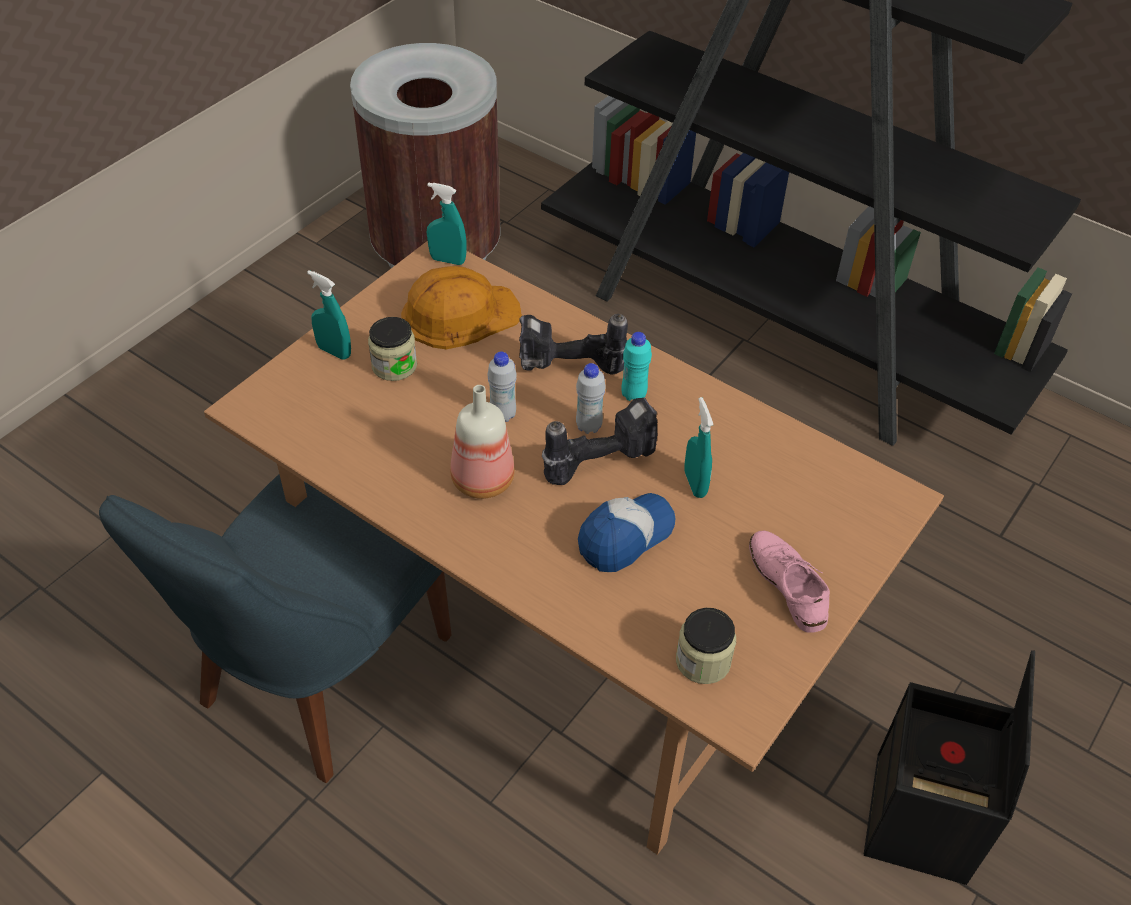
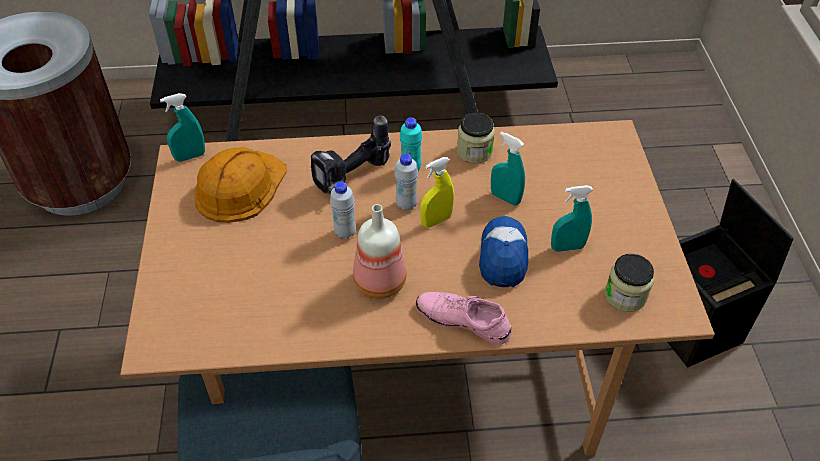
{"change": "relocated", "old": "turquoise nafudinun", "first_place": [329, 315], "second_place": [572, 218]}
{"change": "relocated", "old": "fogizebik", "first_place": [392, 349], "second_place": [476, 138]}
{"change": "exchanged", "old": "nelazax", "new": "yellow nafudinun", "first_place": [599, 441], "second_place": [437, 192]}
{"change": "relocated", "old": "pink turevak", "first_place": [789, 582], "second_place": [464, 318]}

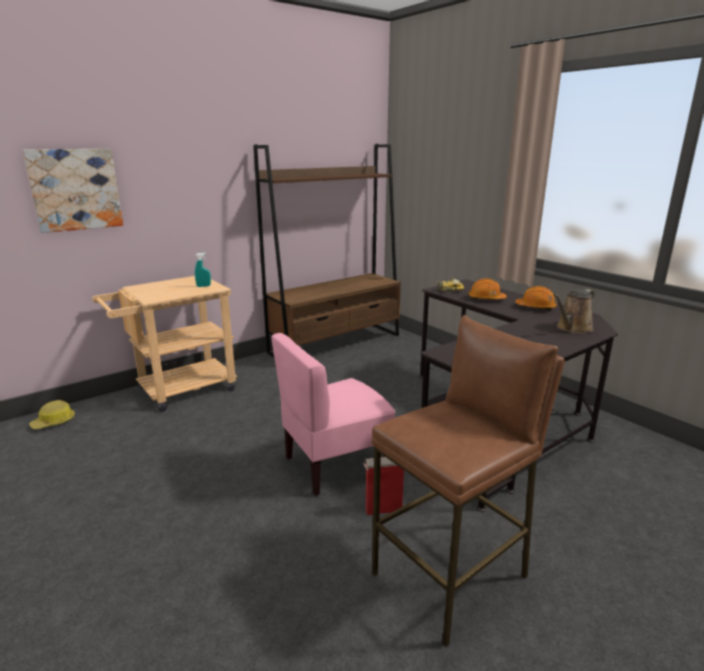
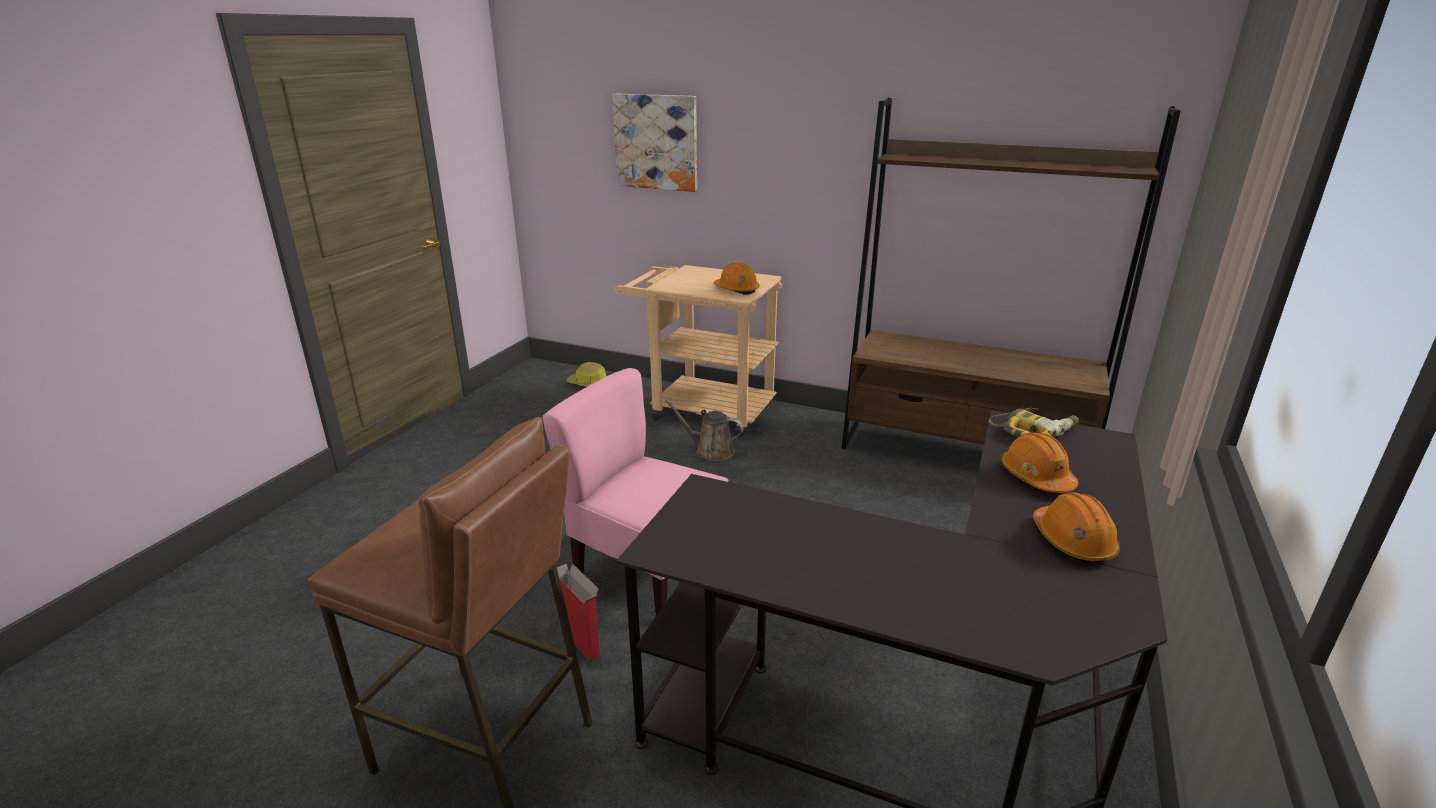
{"change": "exchanged", "old": "turquoise nafudinun", "new": "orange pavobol", "first_place": [203, 270], "second_place": [736, 279]}
{"change": "relocated", "old": "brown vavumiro", "first_place": [574, 311], "second_place": [704, 430]}

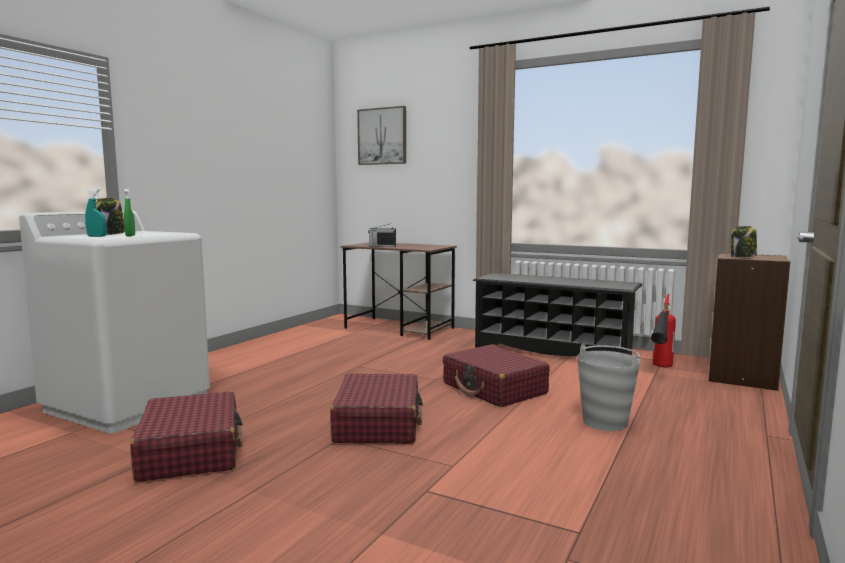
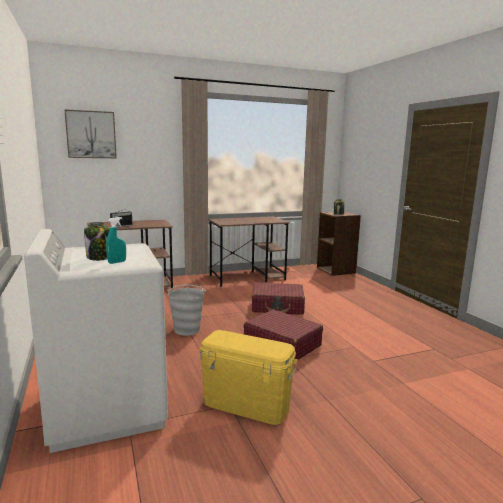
{"change": "missing", "old": "green nafudinun", "first_place": [129, 213]}
{"change": "exchanged", "old": "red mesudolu", "new": "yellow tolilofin", "first_place": [186, 436], "second_place": [248, 377]}
{"change": "exchanged", "old": "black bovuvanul", "new": "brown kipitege", "first_place": [557, 314], "second_place": [249, 251]}
{"change": "relocated", "old": "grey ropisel", "first_place": [609, 387], "second_place": [186, 310]}
{"change": "missing", "old": "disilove", "first_place": [663, 330]}

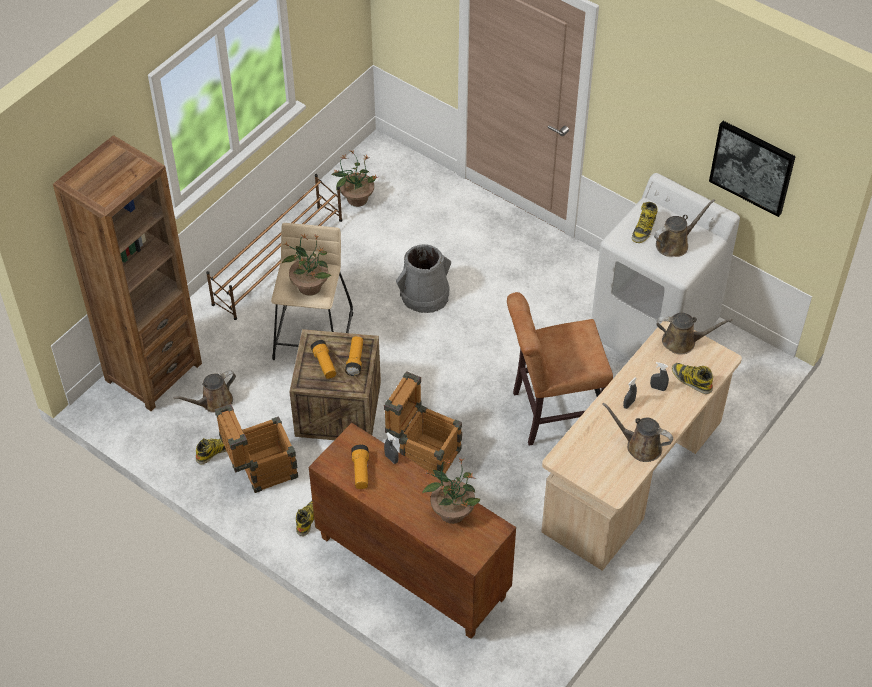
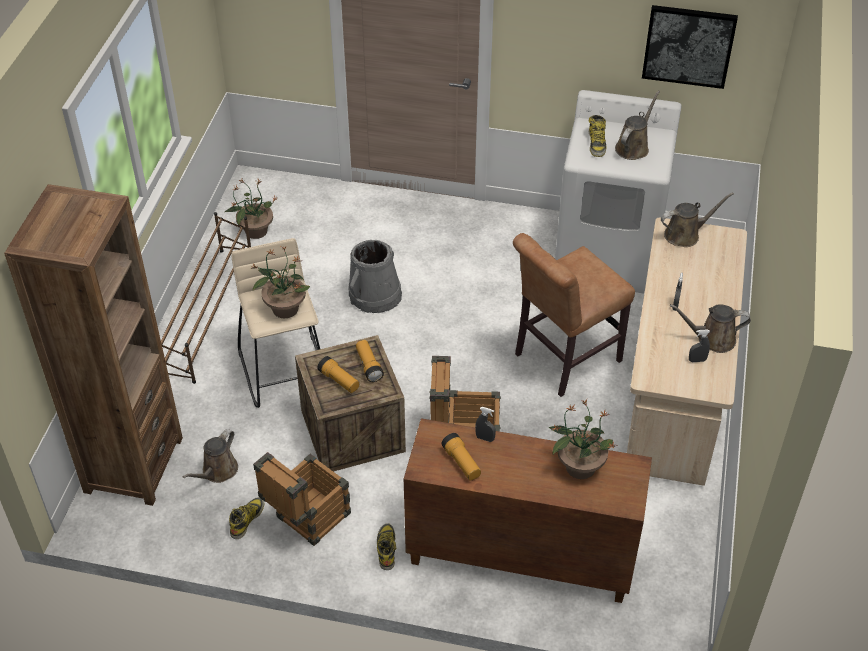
{"change": "relocated", "old": "grey nafudinun", "first_place": [659, 376], "second_place": [699, 346]}
{"change": "missing", "old": "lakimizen", "first_place": [692, 378]}

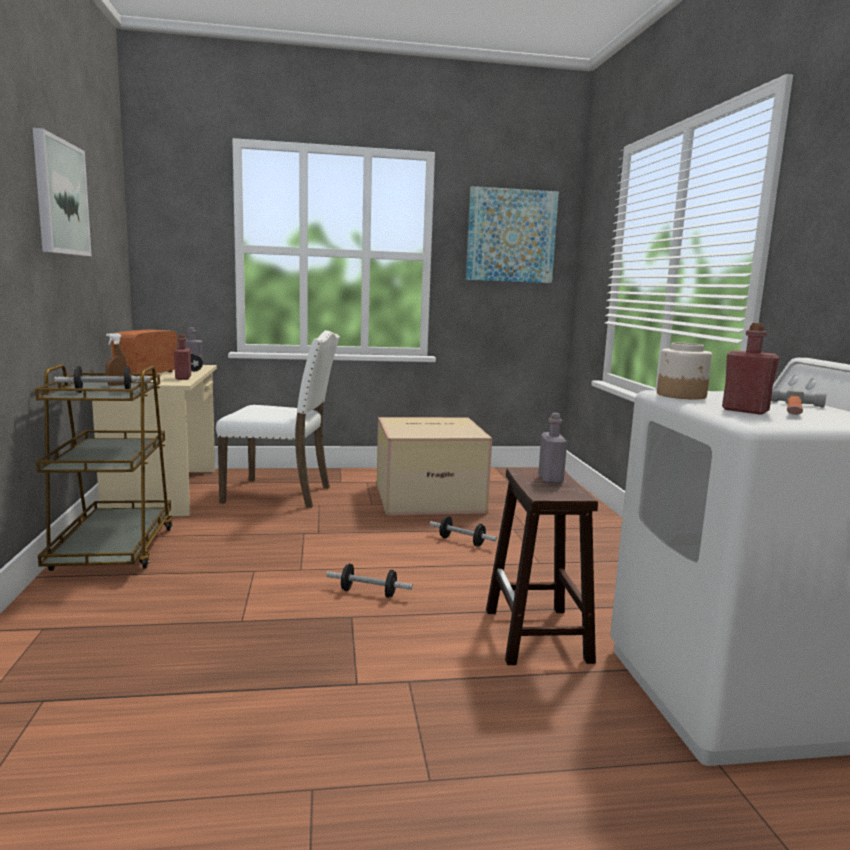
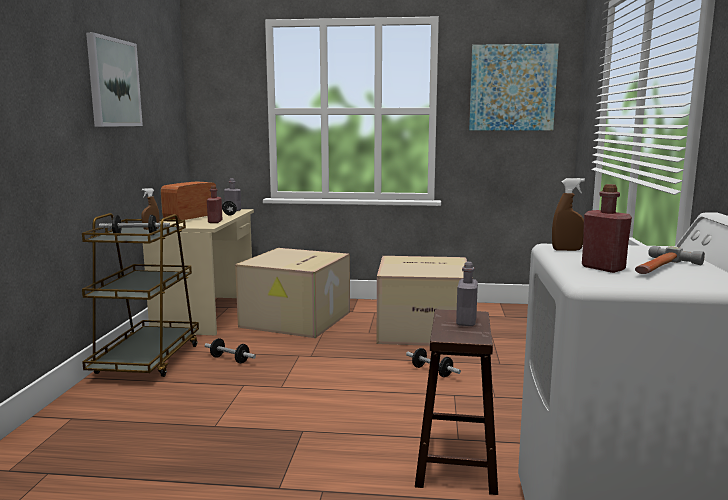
{"change": "exchanged", "old": "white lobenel", "new": "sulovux", "first_place": [278, 419], "second_place": [292, 293]}
{"change": "relocated", "old": "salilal", "first_place": [369, 581], "second_place": [230, 350]}
{"change": "exchanged", "old": "fogizebik", "new": "brown nafudinun", "first_place": [684, 371], "second_place": [568, 214]}

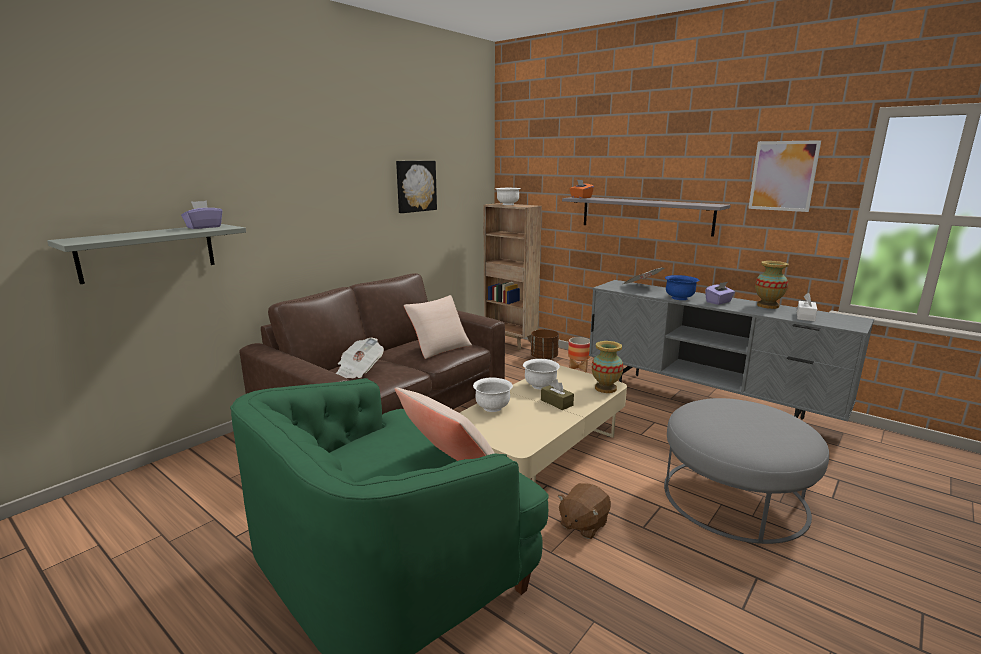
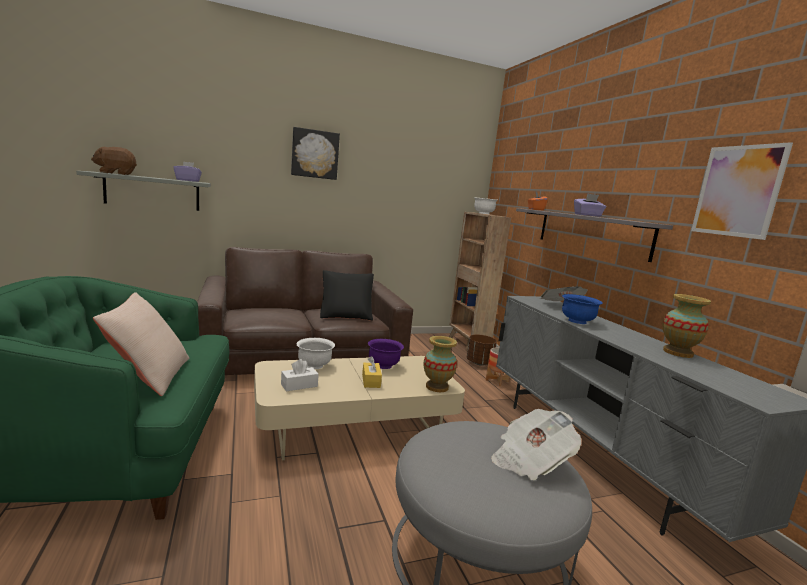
{"change": "relocated", "old": "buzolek", "first_place": [360, 358], "second_place": [536, 445]}
{"change": "relocated", "old": "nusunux", "first_place": [416, 187], "second_place": [315, 153]}
{"change": "colour", "old": "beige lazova", "new": "black lazova", "first_place": [438, 327], "second_place": [347, 295]}
{"change": "colour", "old": "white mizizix", "new": "purple mizizix", "first_place": [541, 374], "second_place": [386, 354]}
{"change": "colour", "old": "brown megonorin", "new": "yellow megonorin", "first_place": [557, 394], "second_place": [372, 372]}
{"change": "relocated", "old": "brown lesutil", "first_place": [584, 511], "second_place": [114, 161]}
{"change": "relocated", "old": "purple megonorin", "first_place": [720, 293], "second_place": [590, 205]}
{"change": "relocated", "old": "white megonorin", "first_place": [807, 307], "second_place": [300, 375]}

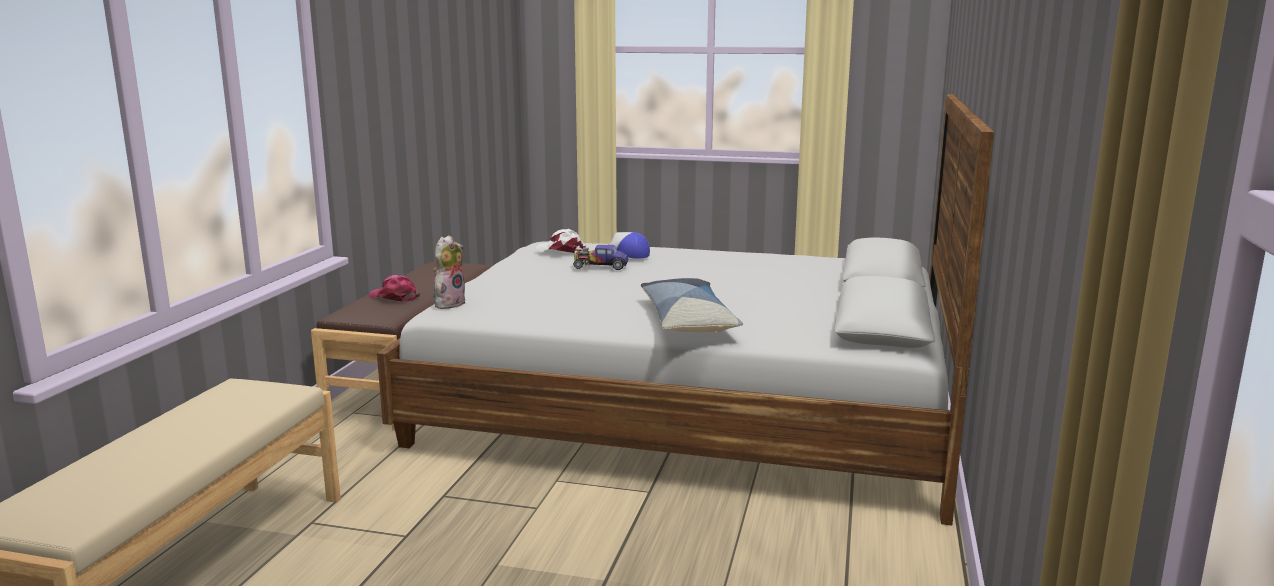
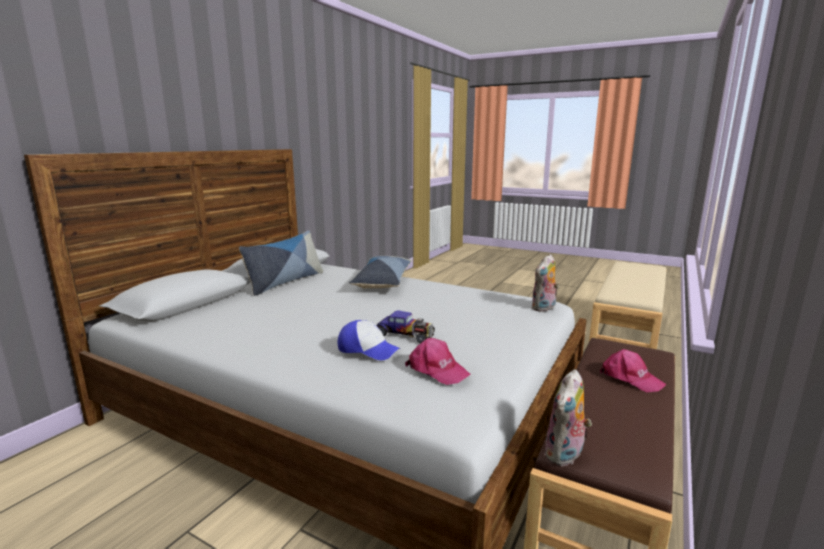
{"change": "colour", "old": "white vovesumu", "new": "pink vovesumu", "first_place": [561, 241], "second_place": [438, 361]}
{"change": "appeared", "new": "lazova", "second_place": [281, 263]}
{"change": "appeared", "new": "lesutil", "second_place": [568, 417]}

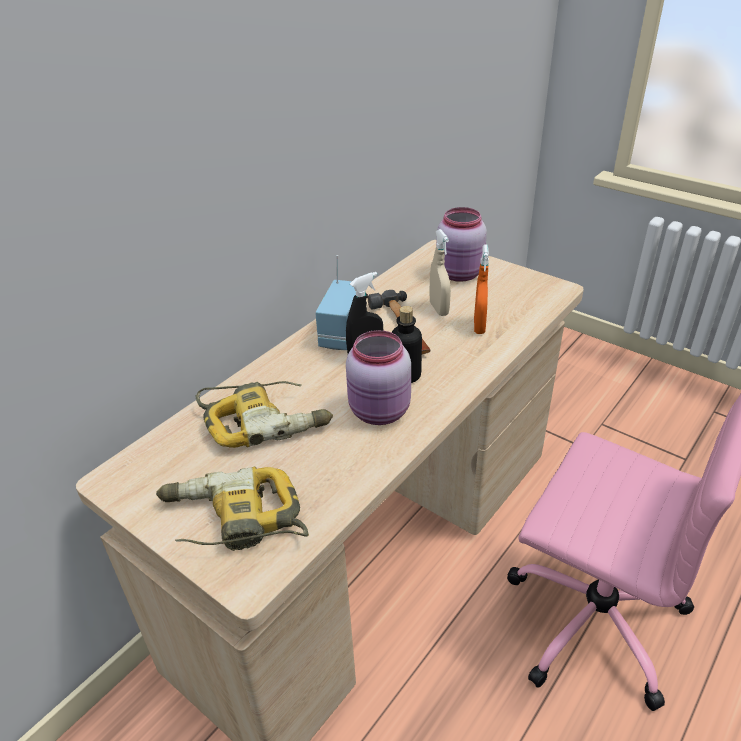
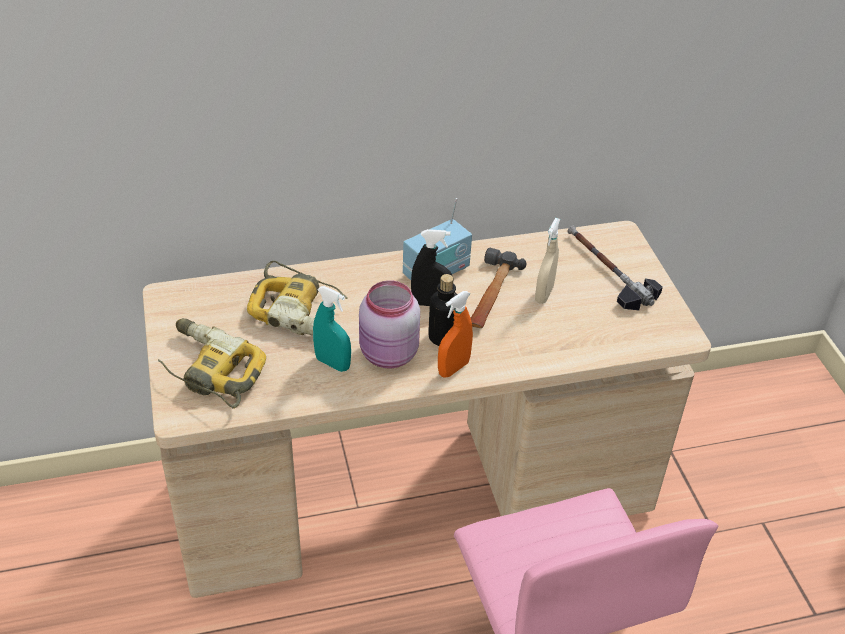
{"change": "exchanged", "old": "pink fogizebik", "new": "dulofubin", "first_place": [461, 244], "second_place": [615, 268]}
{"change": "relocated", "old": "orange nafudinun", "first_place": [481, 289], "second_place": [455, 334]}
{"change": "appeared", "new": "turquoise nafudinun", "second_place": [332, 329]}

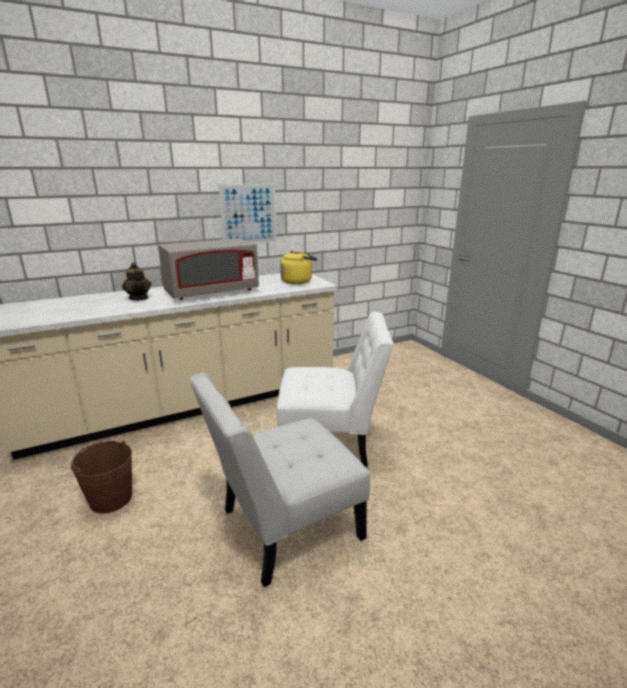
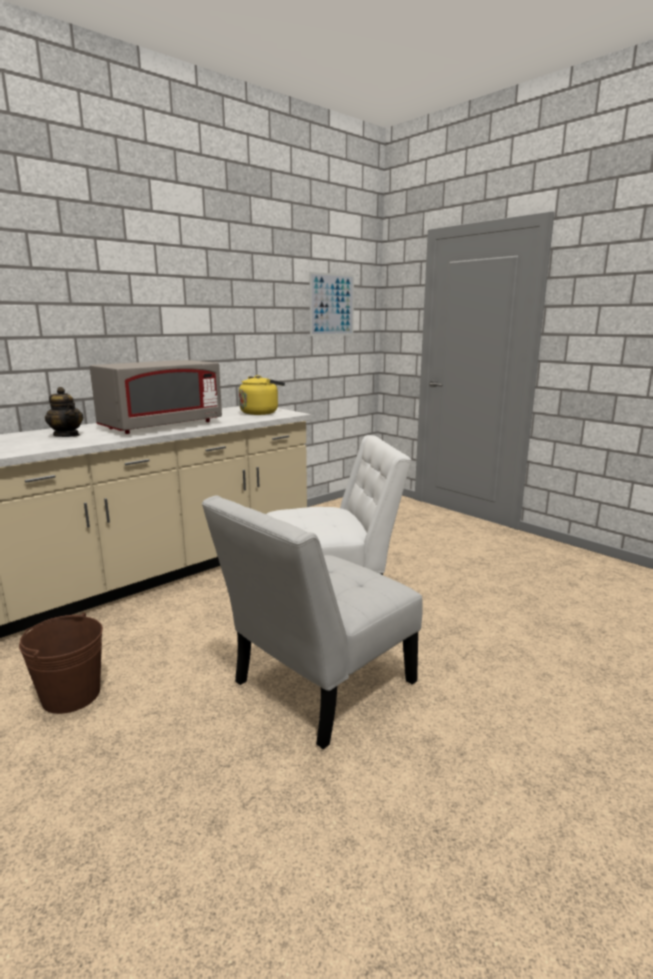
{"change": "relocated", "old": "nusunux", "first_place": [247, 214], "second_place": [331, 304]}

